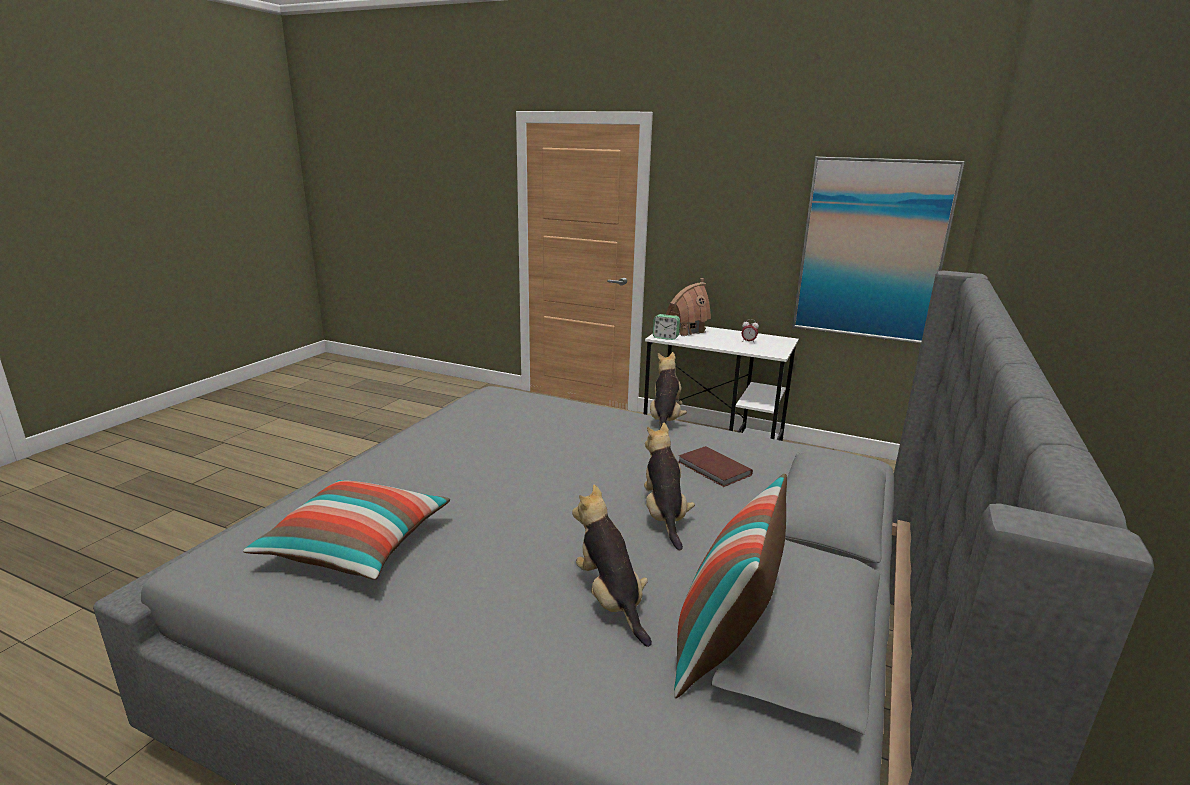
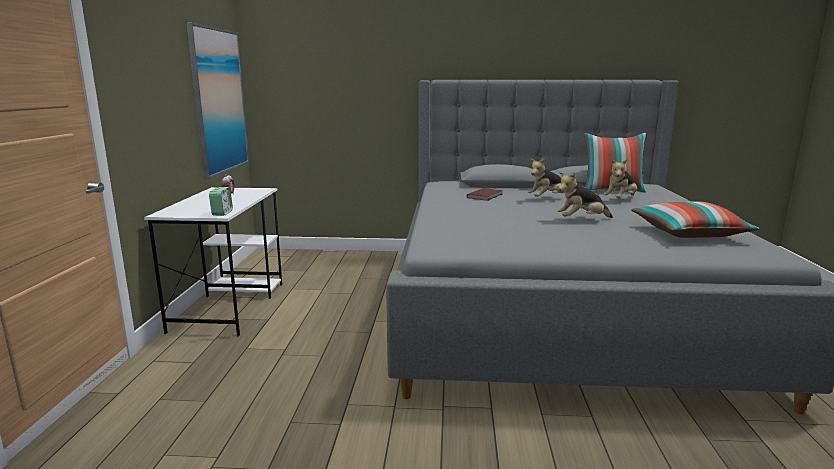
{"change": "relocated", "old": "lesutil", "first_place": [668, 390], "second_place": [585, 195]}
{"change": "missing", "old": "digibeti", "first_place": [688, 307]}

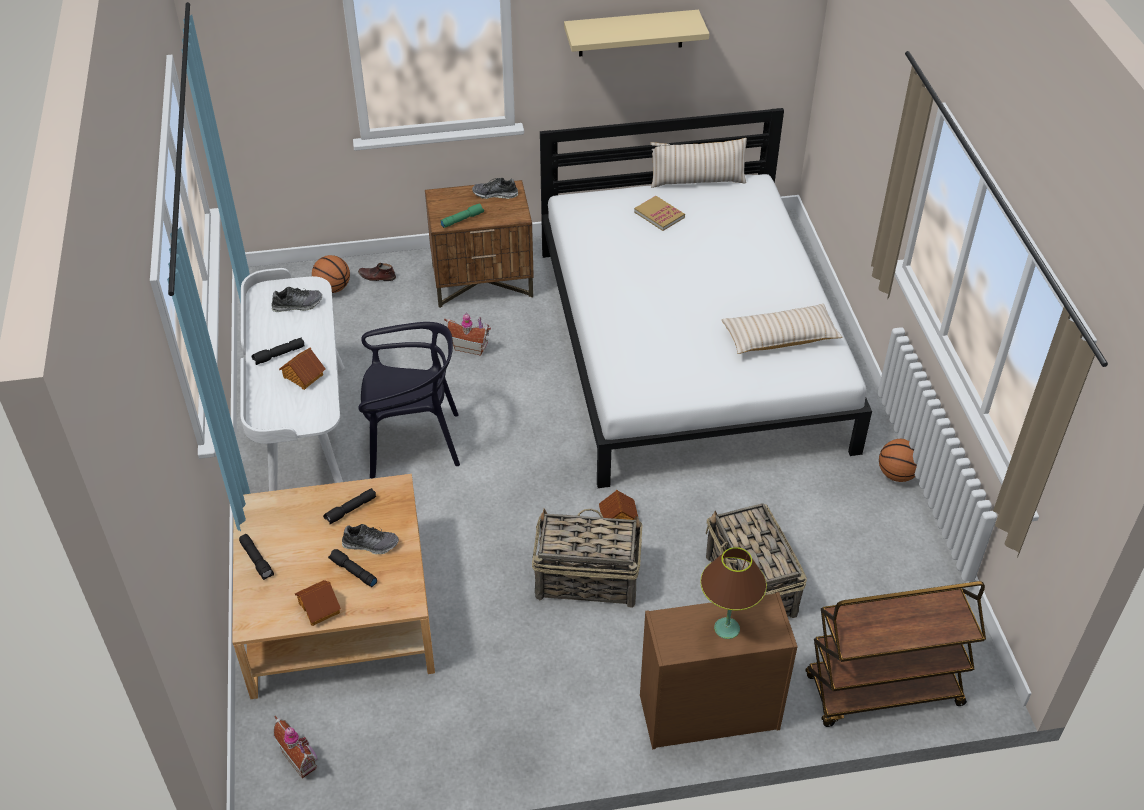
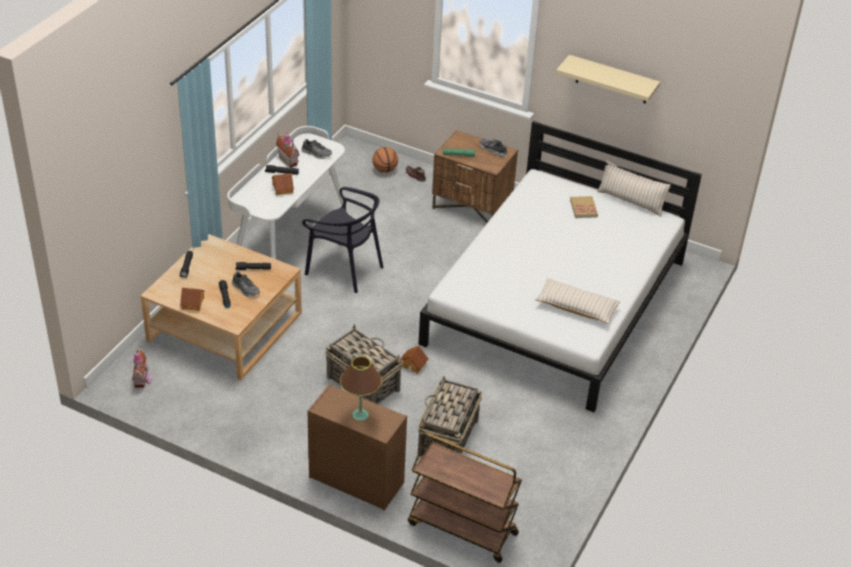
{"change": "relocated", "old": "digibeti", "first_place": [467, 334], "second_place": [287, 150]}
{"change": "missing", "old": "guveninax", "first_place": [898, 460]}

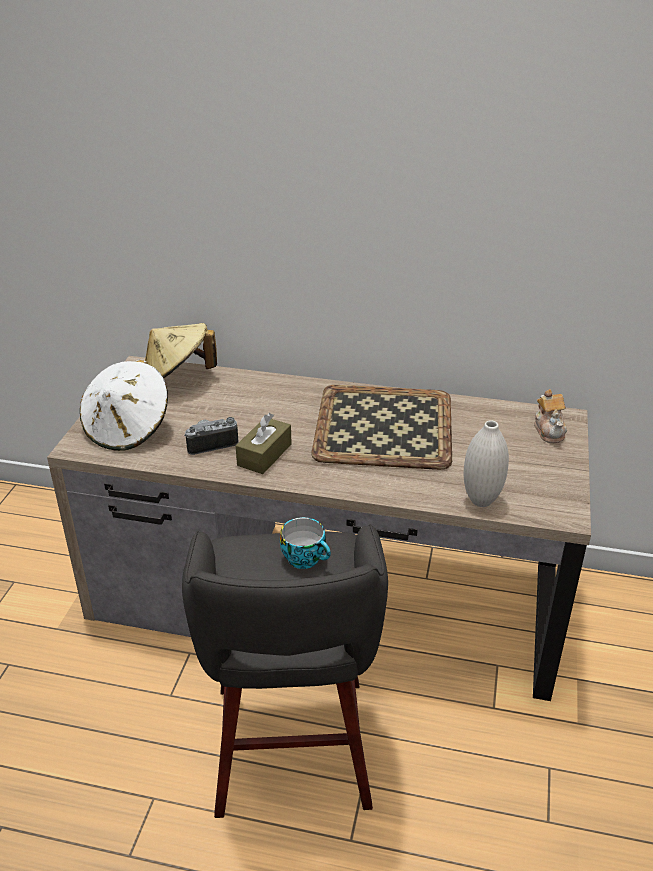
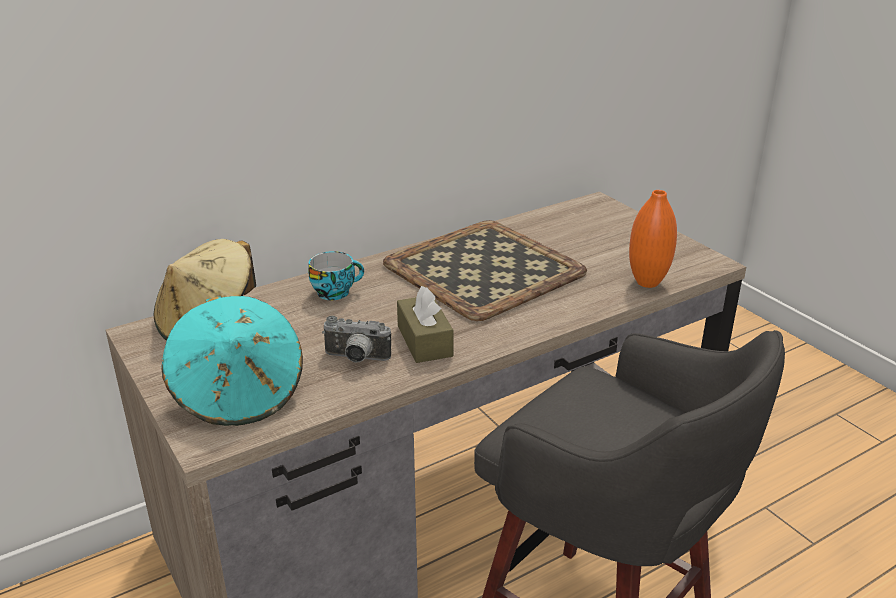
{"change": "colour", "old": "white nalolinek", "new": "turquoise nalolinek", "first_place": [124, 405], "second_place": [232, 361]}
{"change": "spun", "old": "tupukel", "first_place": [211, 436], "second_place": [356, 339], "degrees": -105}
{"change": "relocated", "old": "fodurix", "first_place": [305, 543], "second_place": [336, 275]}
{"change": "colour", "old": "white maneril", "new": "orange maneril", "first_place": [486, 463], "second_place": [653, 239]}
{"change": "missing", "old": "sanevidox", "first_place": [550, 416]}

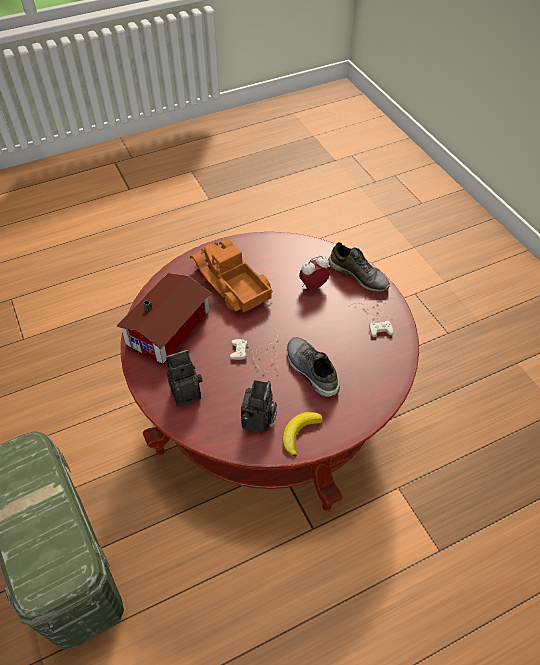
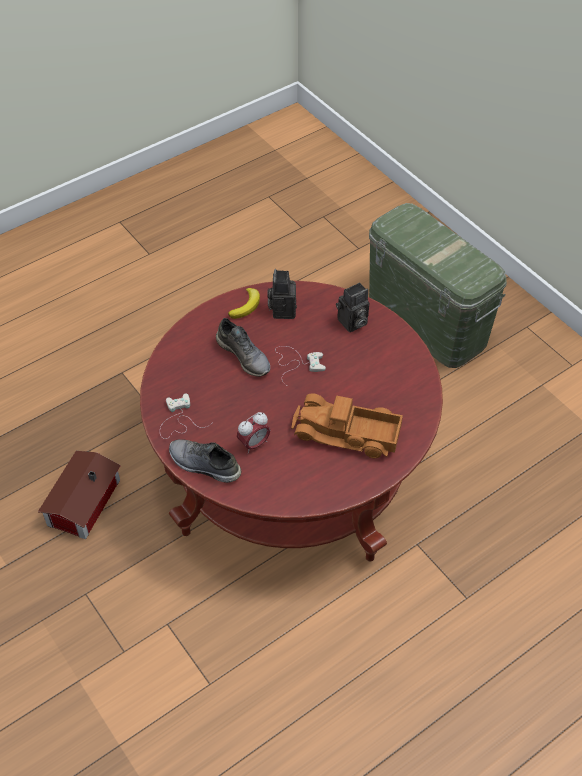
{"change": "relocated", "old": "digibeti", "first_place": [164, 318], "second_place": [79, 495]}
{"change": "spun", "old": "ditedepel", "first_place": [231, 275], "second_place": [347, 425], "degrees": 150}

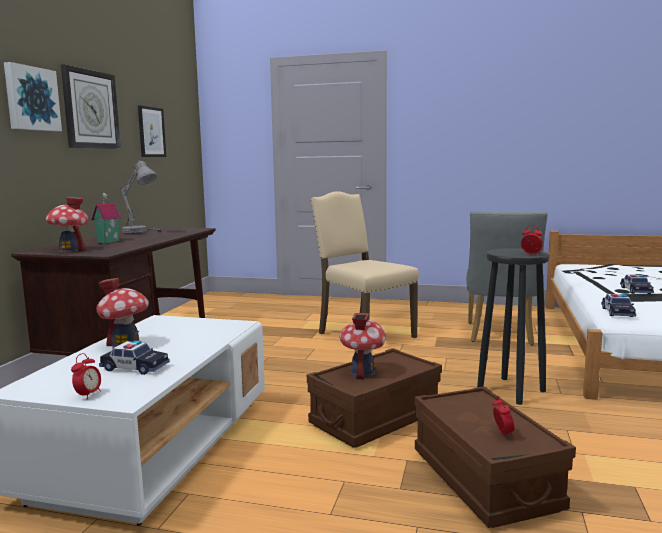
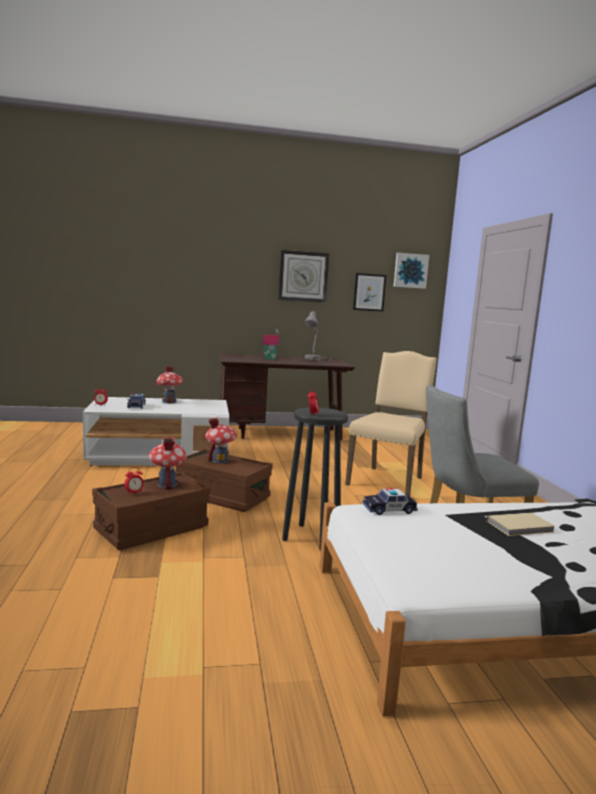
{"change": "relocated", "old": "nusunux", "first_place": [33, 97], "second_place": [411, 271]}
{"change": "relocated", "old": "digibeti", "first_place": [67, 224], "second_place": [167, 463]}
{"change": "exchanged", "old": "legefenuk", "new": "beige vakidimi", "first_place": [637, 284], "second_place": [520, 524]}

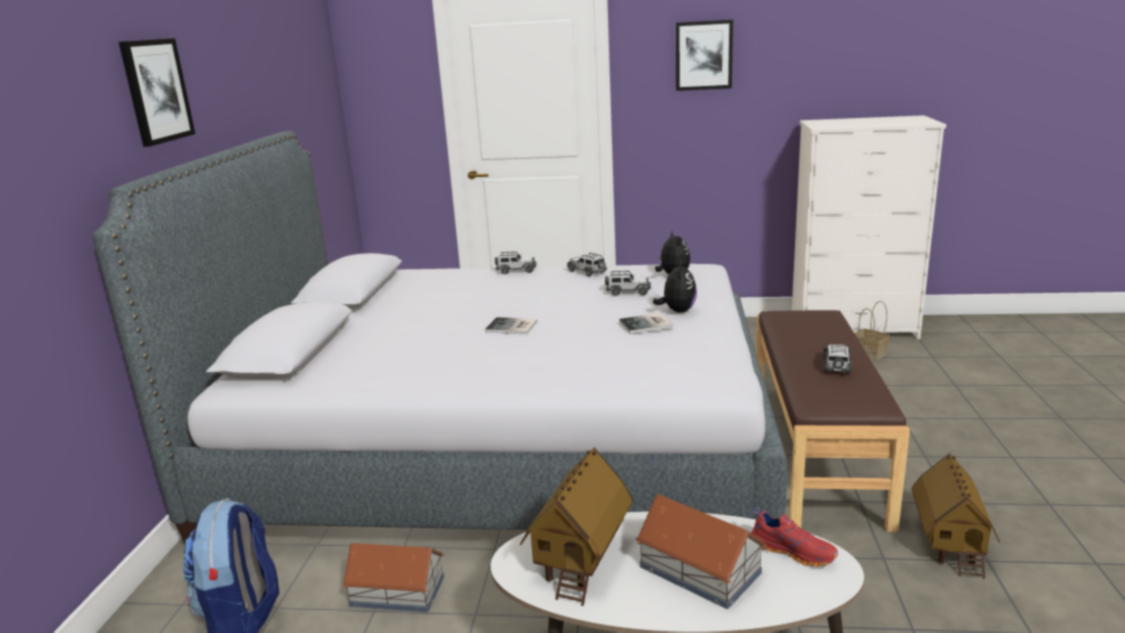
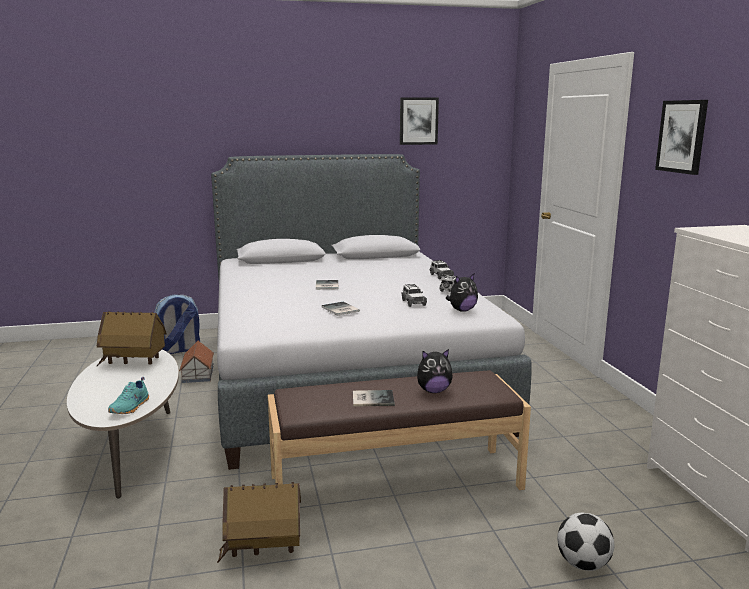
{"change": "relocated", "old": "nusunux", "first_place": [157, 92], "second_place": [419, 121]}
{"change": "missing", "old": "digibeti", "first_place": [700, 551]}
{"change": "relocated", "old": "lesutil", "first_place": [675, 286], "second_place": [435, 371]}
{"change": "colour", "old": "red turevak", "new": "turquoise turevak", "first_place": [794, 537], "second_place": [128, 395]}
{"change": "exchanged", "old": "legefenuk", "new": "vakidimi", "first_place": [837, 358], "second_place": [373, 398]}
{"change": "missing", "old": "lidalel", "first_place": [872, 330]}
{"change": "appeared", "new": "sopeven", "second_place": [585, 542]}

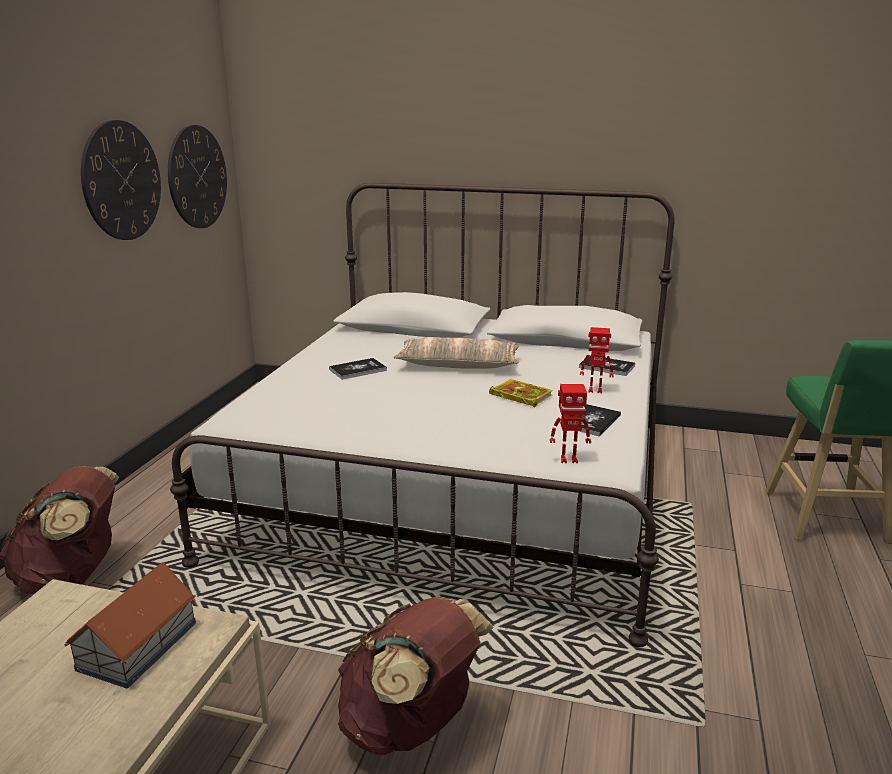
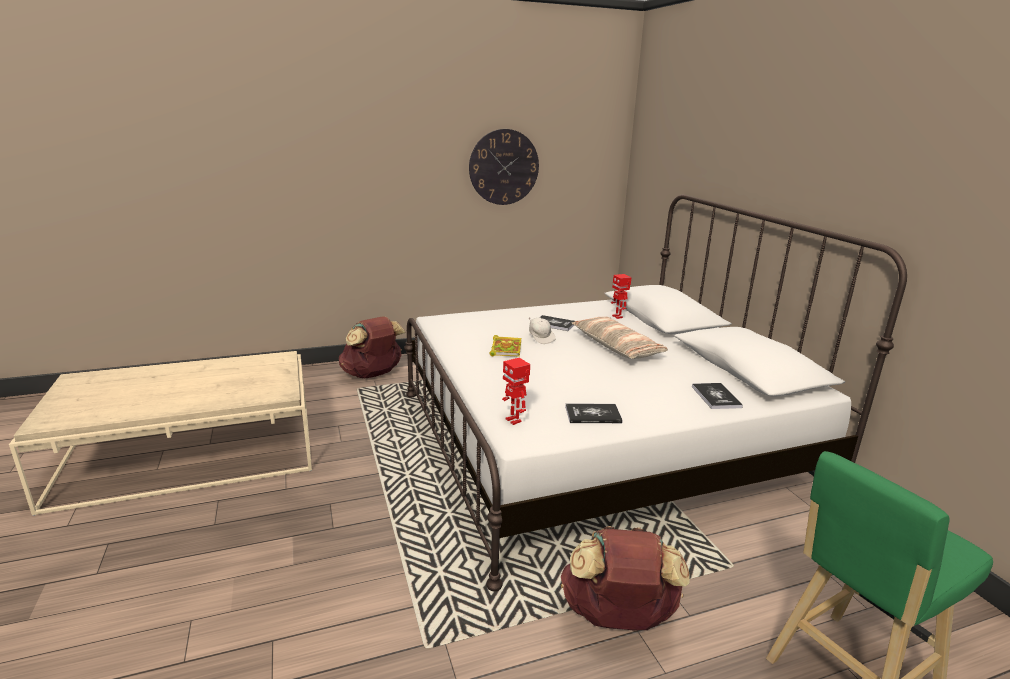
{"change": "missing", "old": "digibeti", "first_place": [130, 625]}
{"change": "missing", "old": "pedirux", "first_place": [197, 176]}
{"change": "relocated", "old": "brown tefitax", "first_place": [416, 676], "second_place": [625, 578]}
{"change": "relocated", "old": "vakidimi", "first_place": [521, 393], "second_place": [505, 346]}
{"change": "relocated", "old": "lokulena", "first_place": [597, 360], "second_place": [621, 296]}
{"change": "appeared", "new": "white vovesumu", "second_place": [542, 330]}

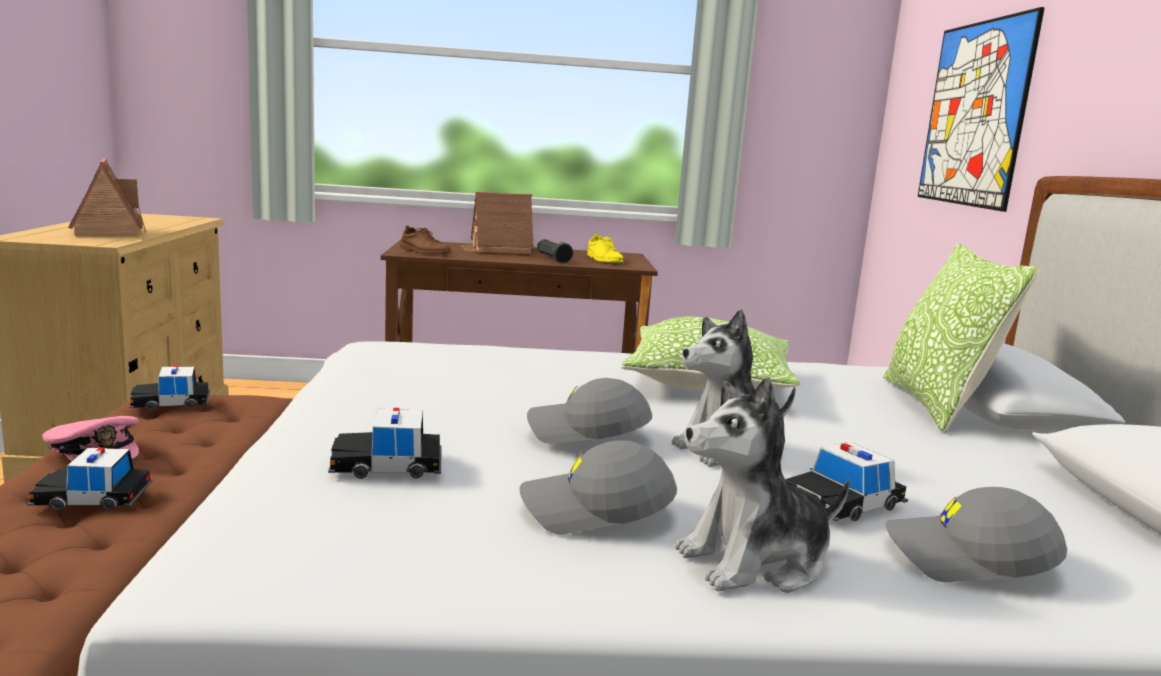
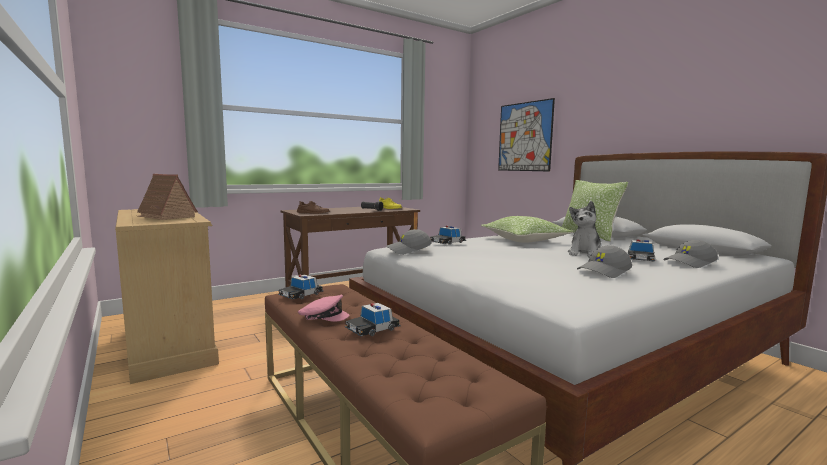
{"change": "relocated", "old": "legefenuk", "first_place": [385, 443], "second_place": [448, 235]}
{"change": "missing", "old": "digibeti", "first_place": [497, 223]}
{"change": "relocated", "old": "grey vovesumu", "first_place": [589, 411], "second_place": [409, 242]}
{"change": "missing", "old": "lesutil", "first_place": [762, 485]}

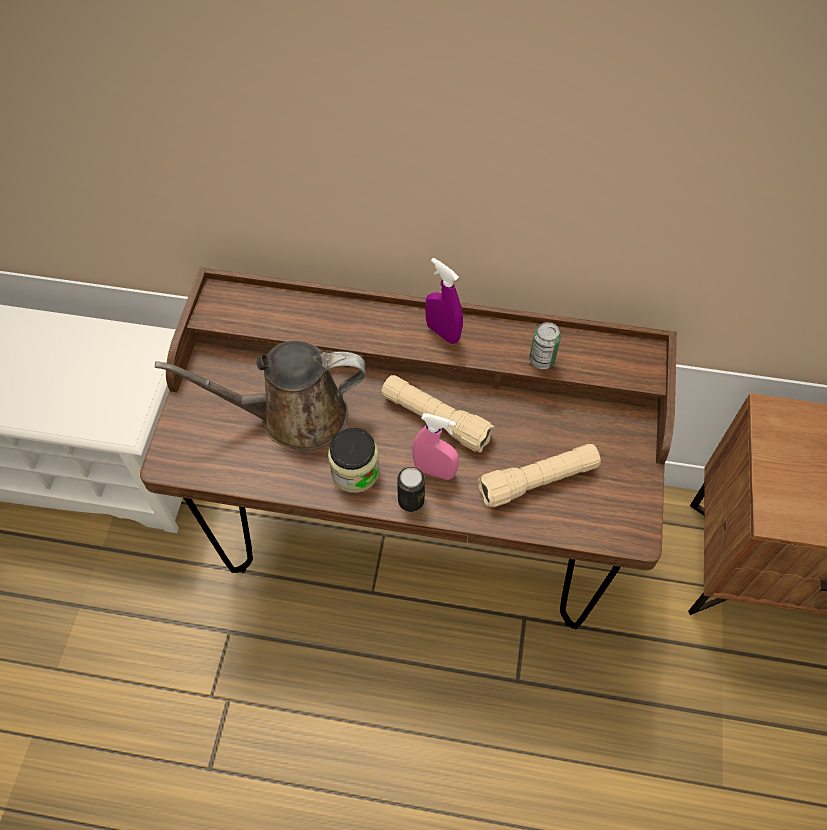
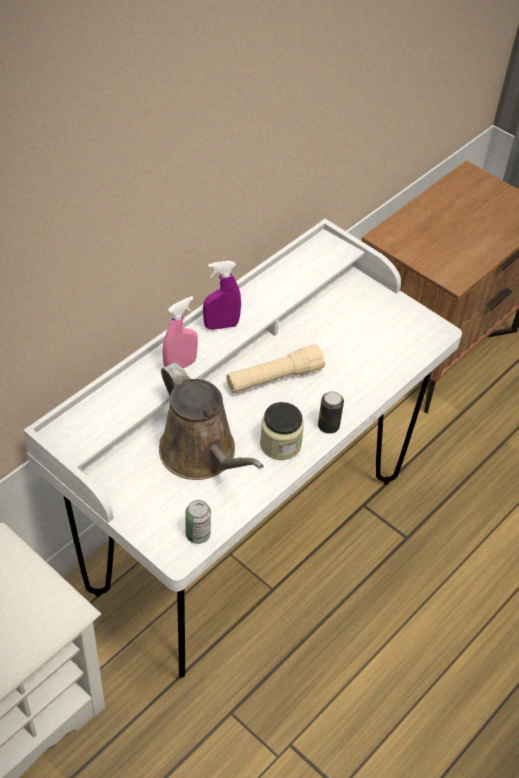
{"change": "colour", "old": "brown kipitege", "new": "white kipitege", "first_place": [408, 448], "second_place": [242, 448]}
{"change": "spun", "old": "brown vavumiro", "first_place": [260, 396], "second_place": [211, 421], "degrees": -60}
{"change": "relocated", "old": "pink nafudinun", "first_place": [435, 446], "second_place": [180, 332]}
{"change": "missing", "old": "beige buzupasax", "first_place": [539, 475]}
{"change": "relocated", "old": "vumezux", "first_place": [545, 345], "second_place": [198, 522]}

